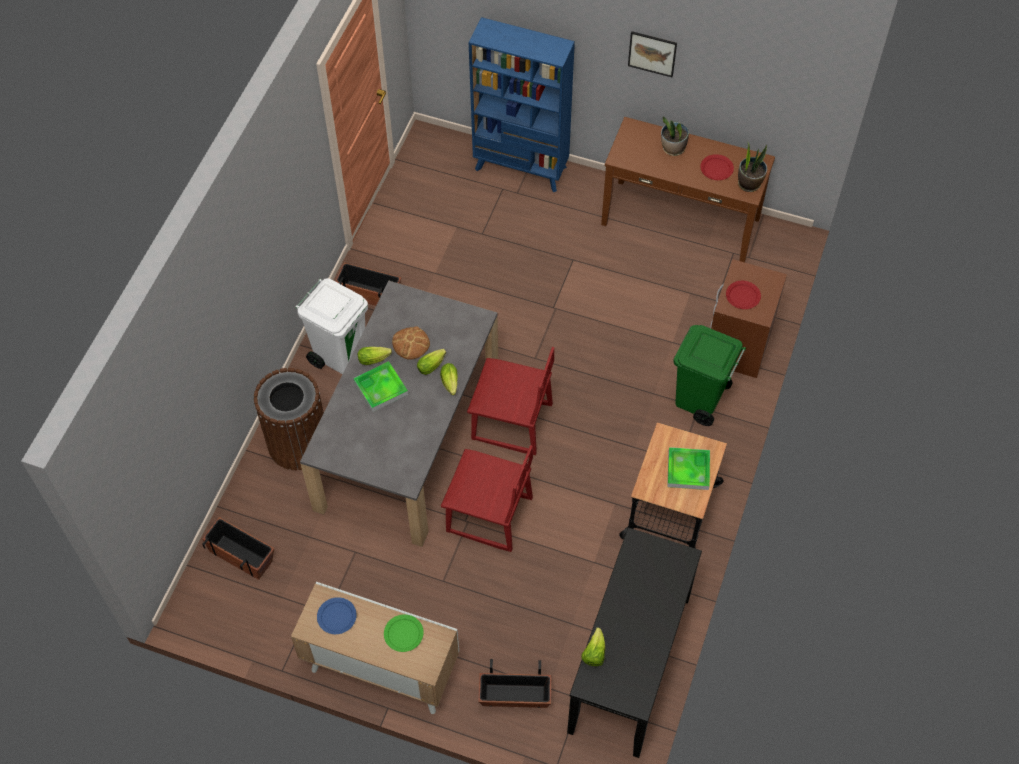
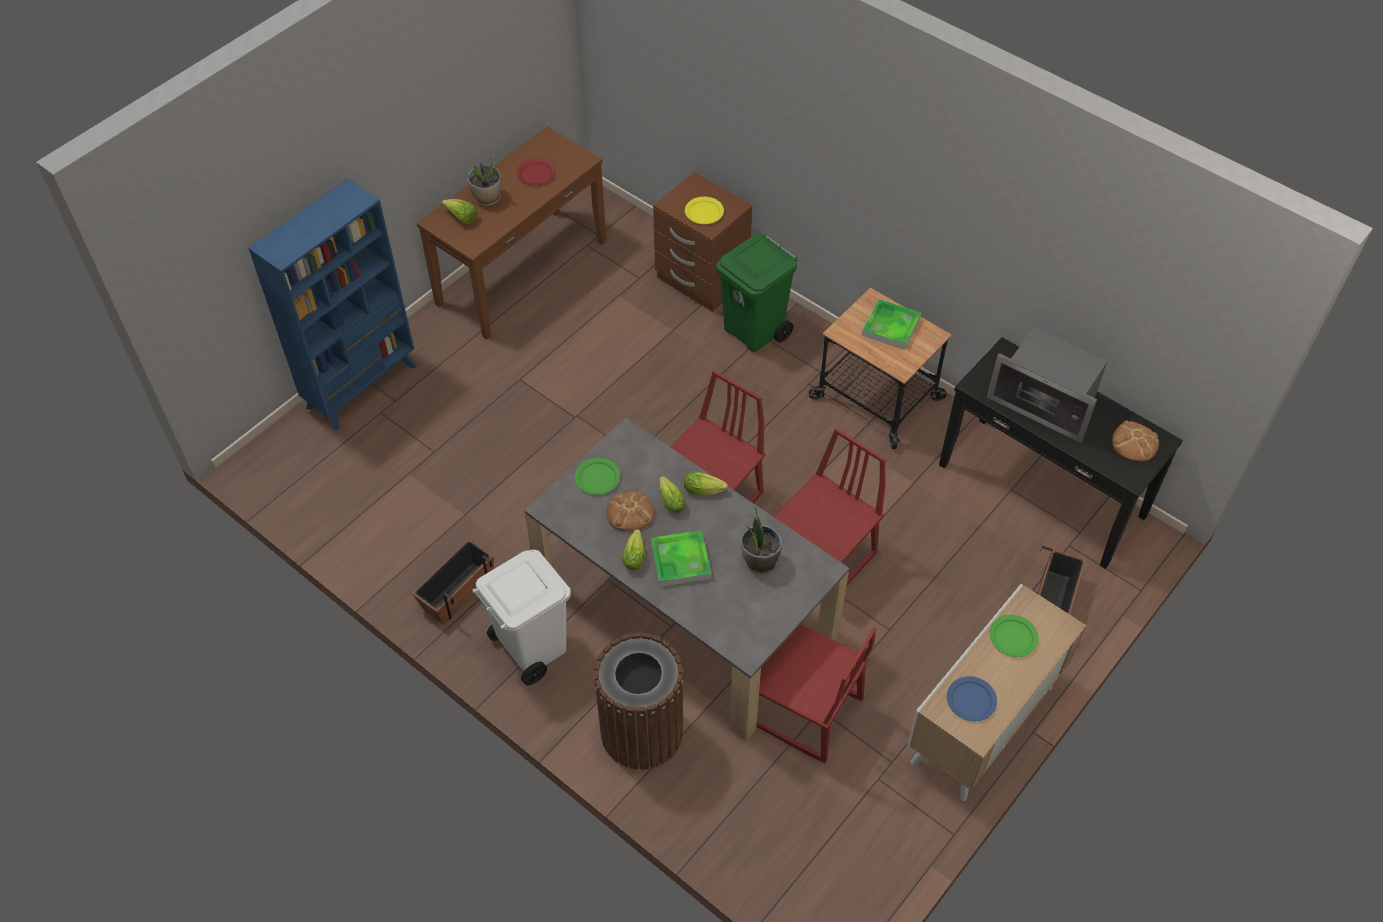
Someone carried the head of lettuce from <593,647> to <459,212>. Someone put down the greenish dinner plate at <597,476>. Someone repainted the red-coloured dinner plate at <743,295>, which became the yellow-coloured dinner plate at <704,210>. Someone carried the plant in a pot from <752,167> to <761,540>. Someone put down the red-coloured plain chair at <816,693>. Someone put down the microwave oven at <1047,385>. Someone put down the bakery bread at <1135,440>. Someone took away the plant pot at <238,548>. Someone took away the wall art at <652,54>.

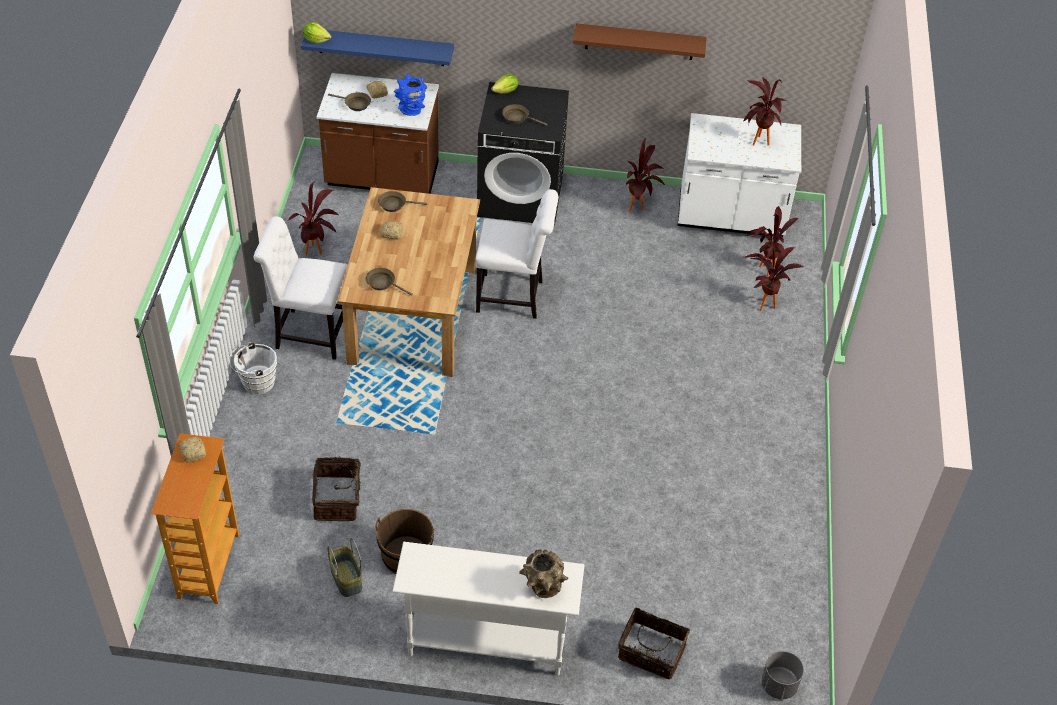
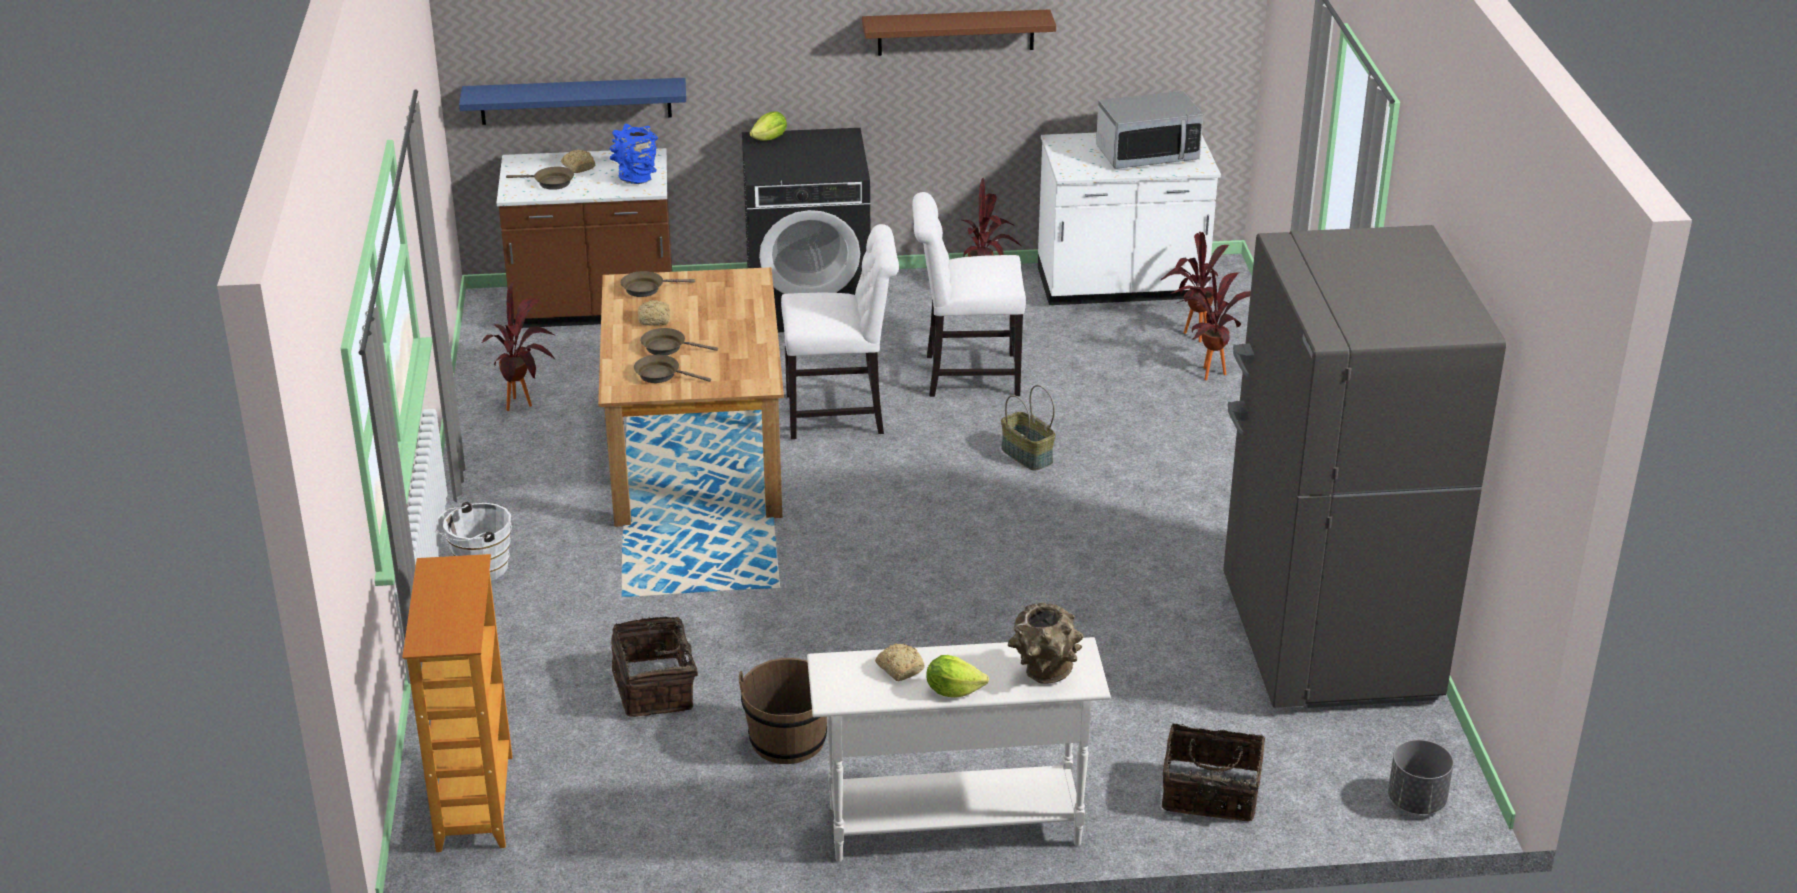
Someone carried the brownish skillet from <524,115> to <679,341>. Someone carried the bakery bread from <192,449> to <900,662>. Someone carried the white-coloured plain chair from <301,288> to <969,294>. Someone carried the head of lettuce from <317,32> to <957,676>. Someone carried the basket from <345,567> to <1028,427>. Someone swapped the plant in a pot at <764,111> for the microwave oven at <1149,130>. Someone put down the grey kitchen fridge at <1364,466>.

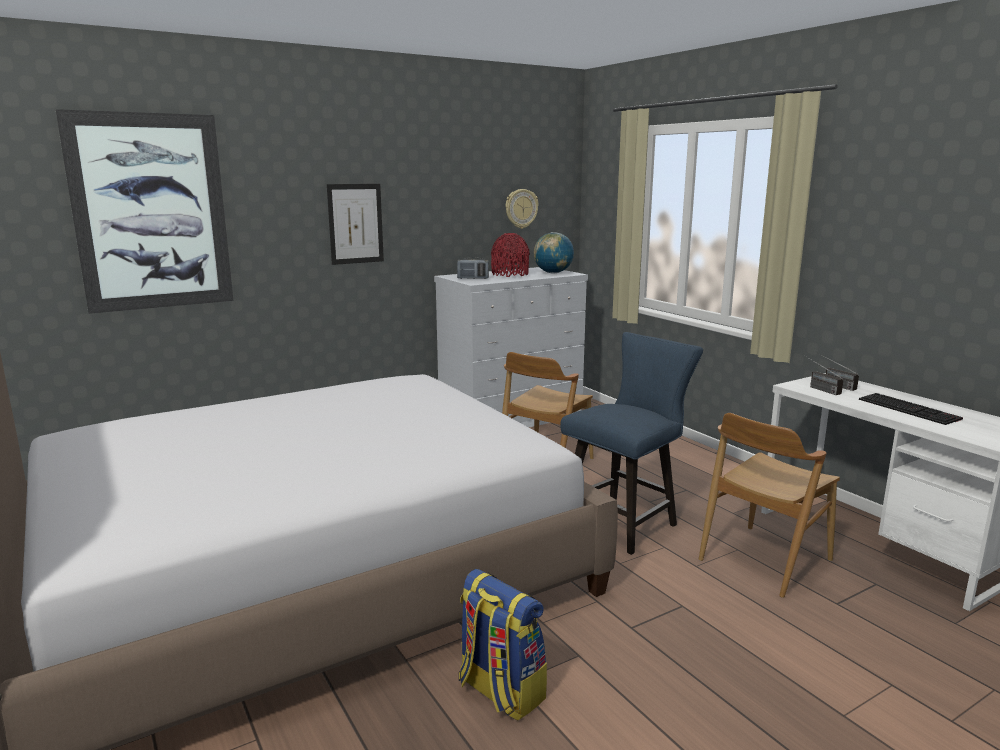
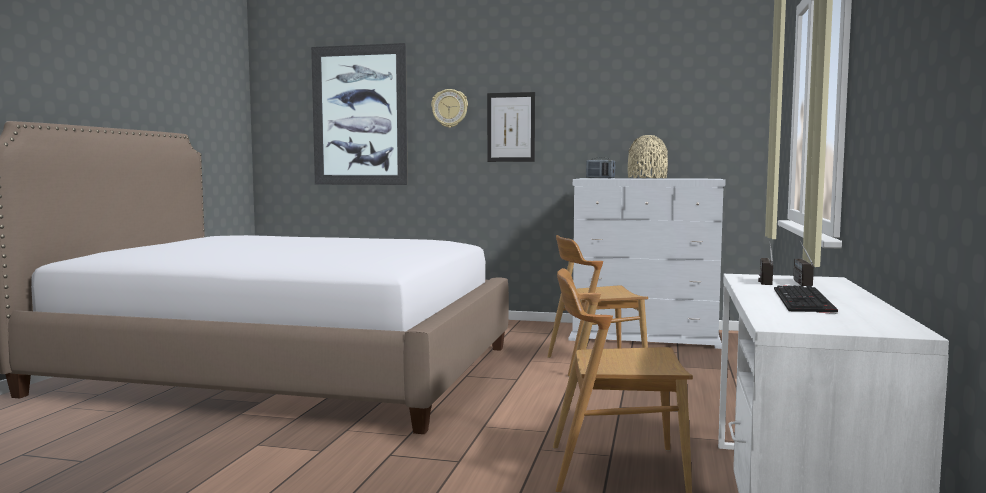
Someone carried the clock on the wall from <522,209> to <449,108>. Someone repainted the red-coloured vase at <510,255>, which became the beige-coloured vase at <648,156>. Someone took away the rucksack at <503,645>. Someone took away the desk globe at <554,252>. Someone took away the blue plain chair at <632,443>.

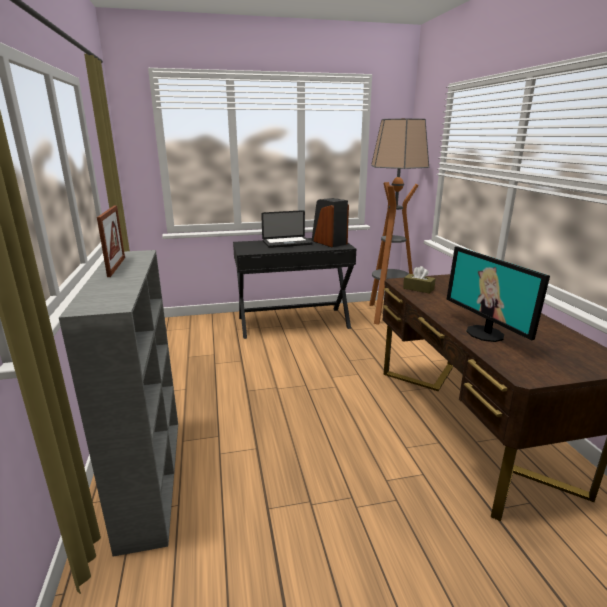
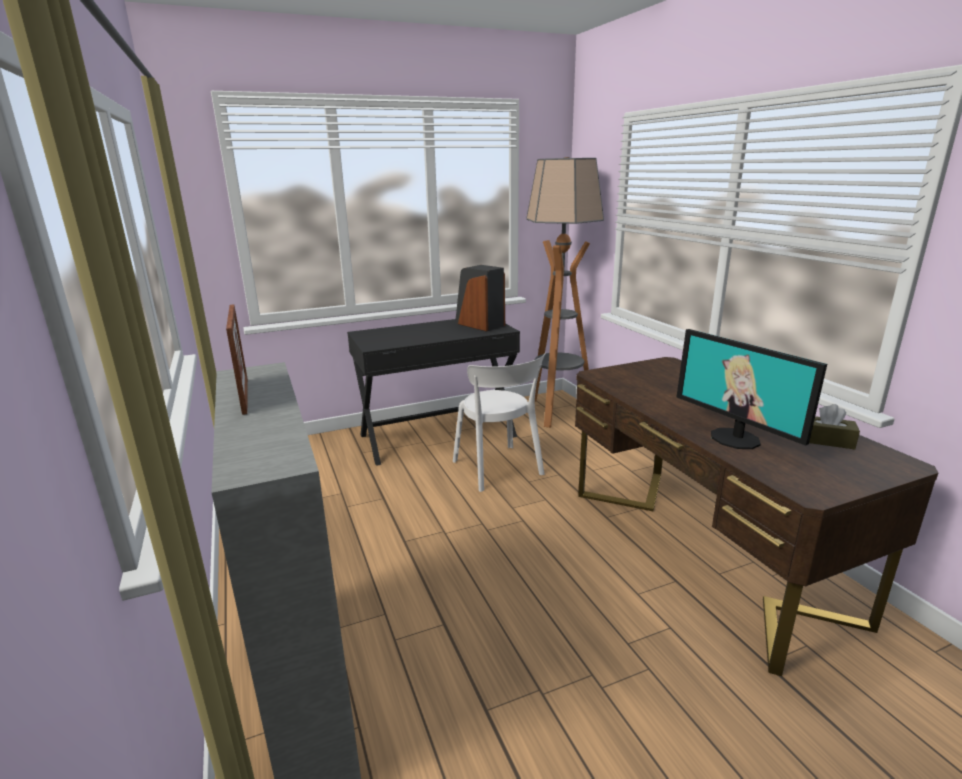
Someone put down the white-coloured plain chair at <499,422>. Someone carried the brownish box of tissues from <419,280> to <834,426>. Someone took away the portable computer at <286,229>.

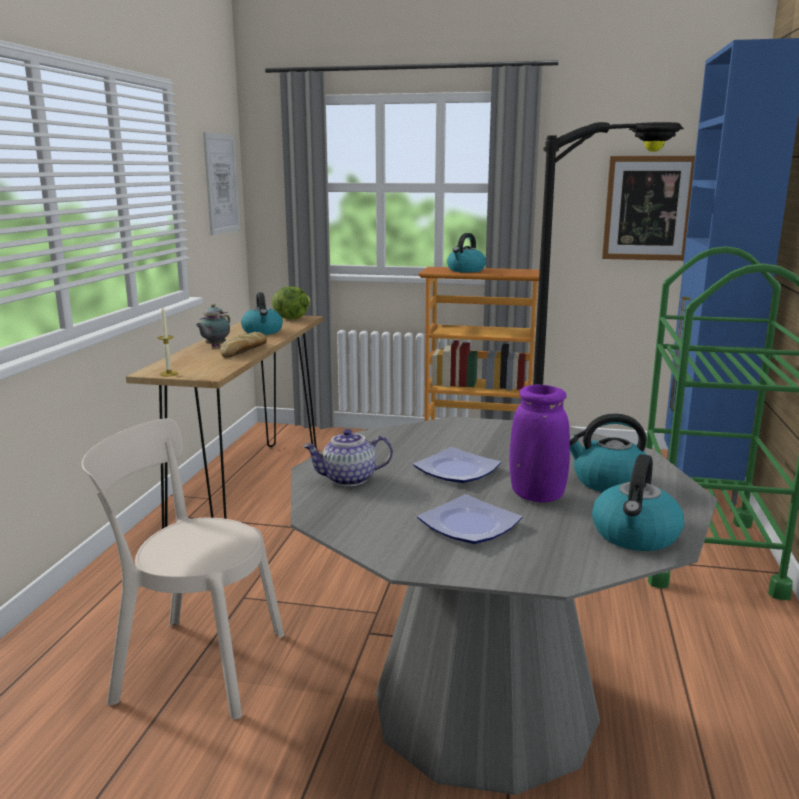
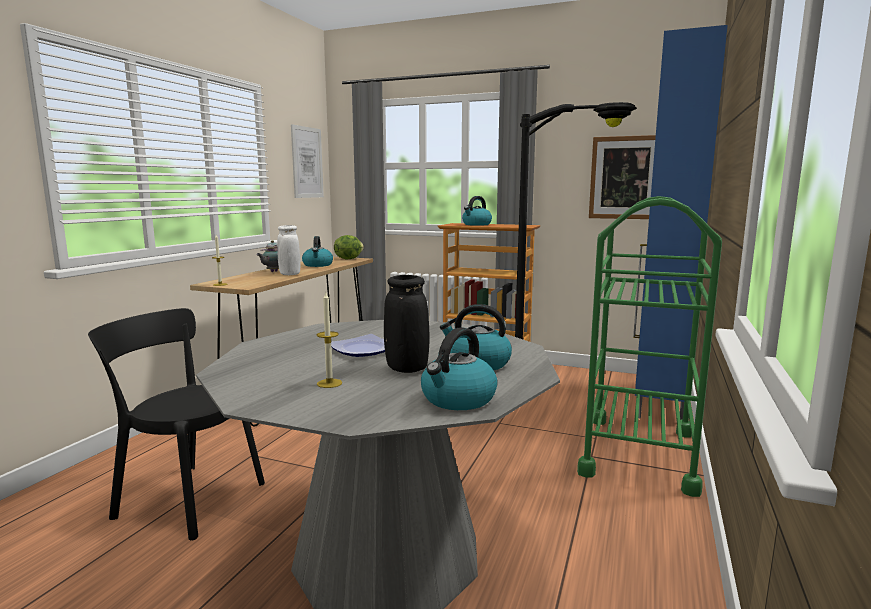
Someone repainted the beige-coloured plain chair at <183,568>, which became the black plain chair at <176,424>. Someone swapped the bakery bread at <243,345> for the white-coloured vase at <288,250>. Someone swapped the dinner plate at <469,519> for the wax candle at <329,340>. Someone repainted the purplish vase at <539,444>, which became the black vase at <407,324>. Someone took away the teapot at <348,458>.

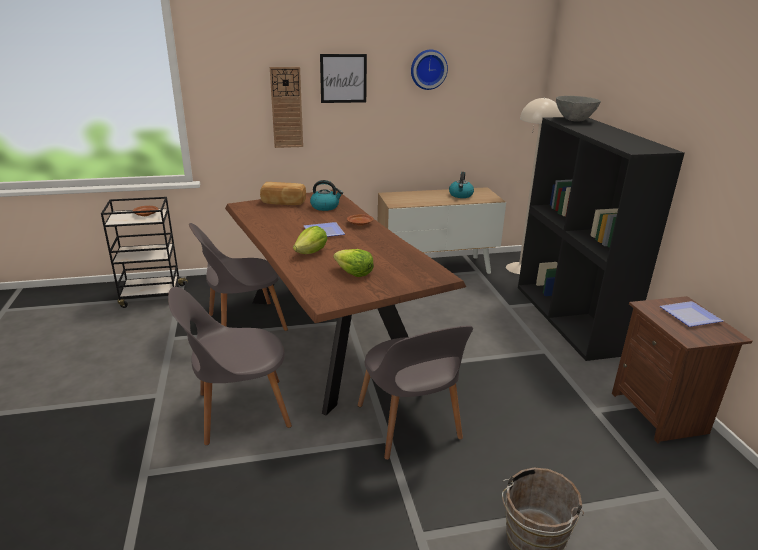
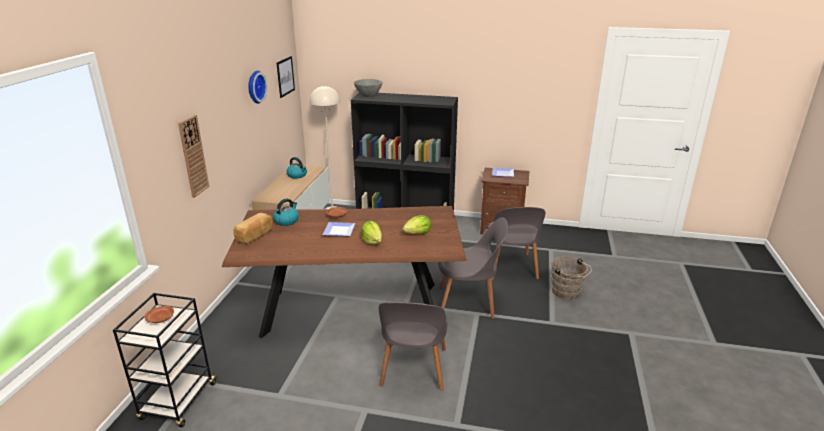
Someone carried the wall art from <343,78> to <286,77>. Someone carried the grey plain chair from <238,277> to <517,243>.

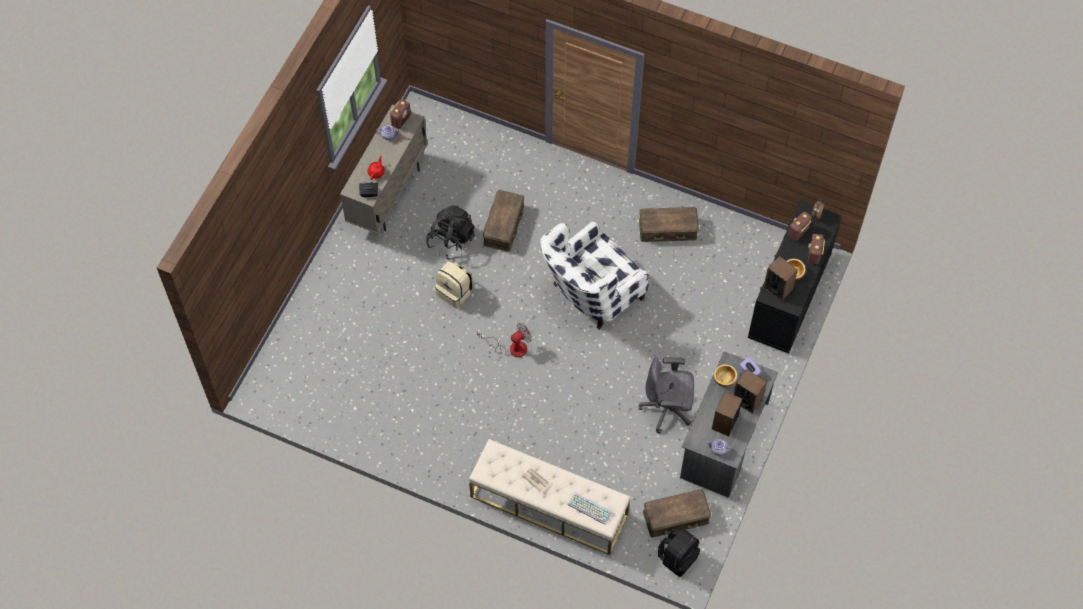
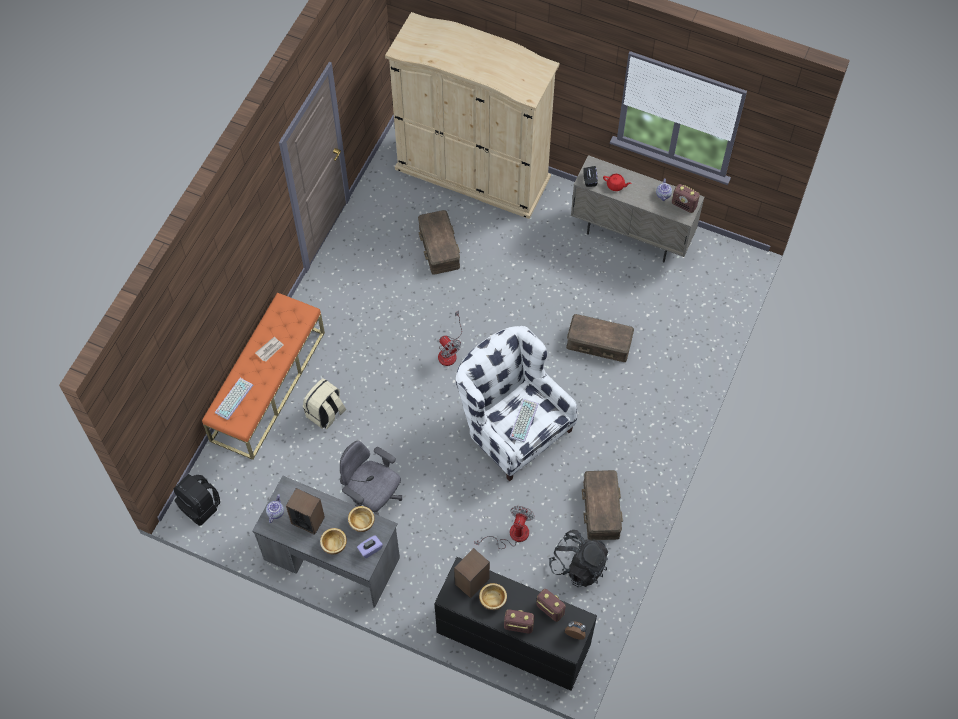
Someone repainted the beige-coloured bench at <549,497>, which became the orange bench at <263,376>. Someone carried the beige-coloured rucksack from <454,285> to <324,403>. Someone swapped the audio speaker at <750,391> for the serving bowl at <333,541>. Someone rotated the grey desk chair at <666,395> by 60 degrees counterclockwise. Someone put down the beige-coloured wardrobe at <472,115>. Someone carried the brownish storage box from <677,513> to <439,242>. Someone put down the cooling fan at <504,527>. Someone put down the keyboard at <524,421>. Someone carried the black rucksack from <450,232> to <578,558>.

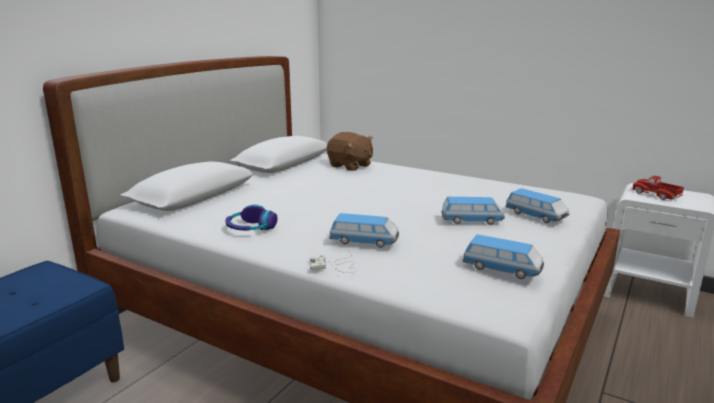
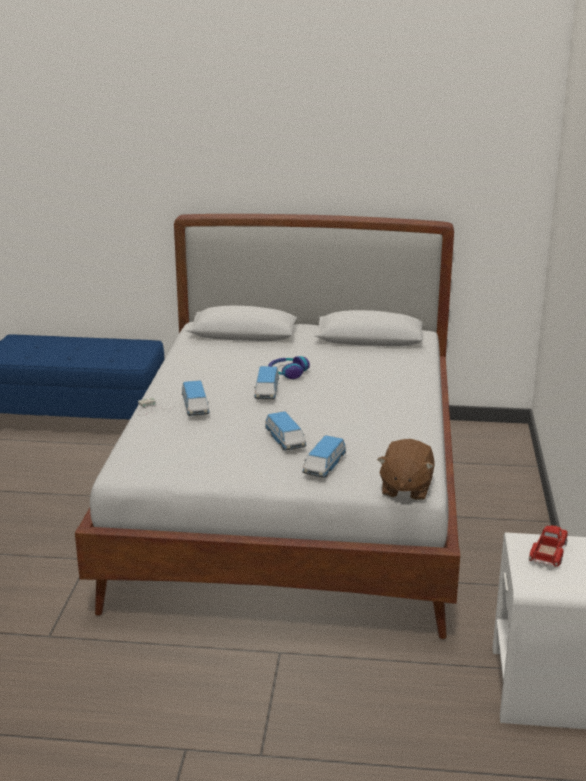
Someone carried the toy car from <503,256> to <266,383>. Someone carried the headset from <251,218> to <289,367>. Someone carried the brownish soft toy from <350,151> to <406,470>.

